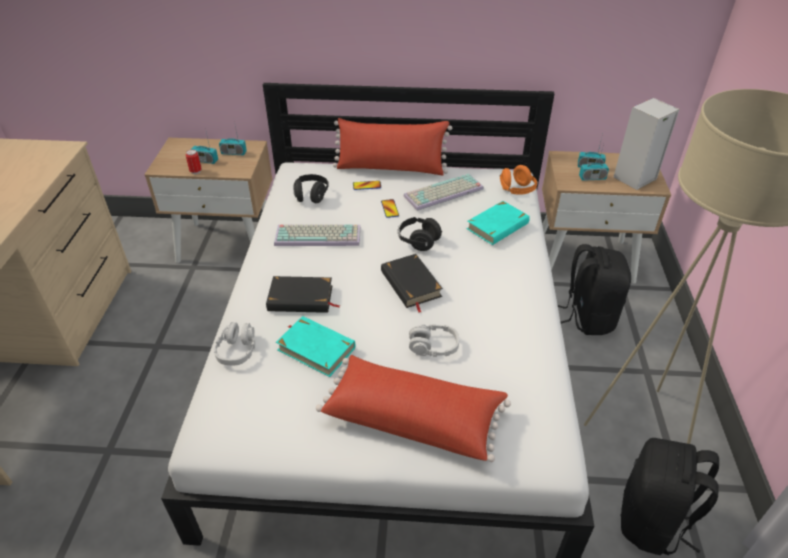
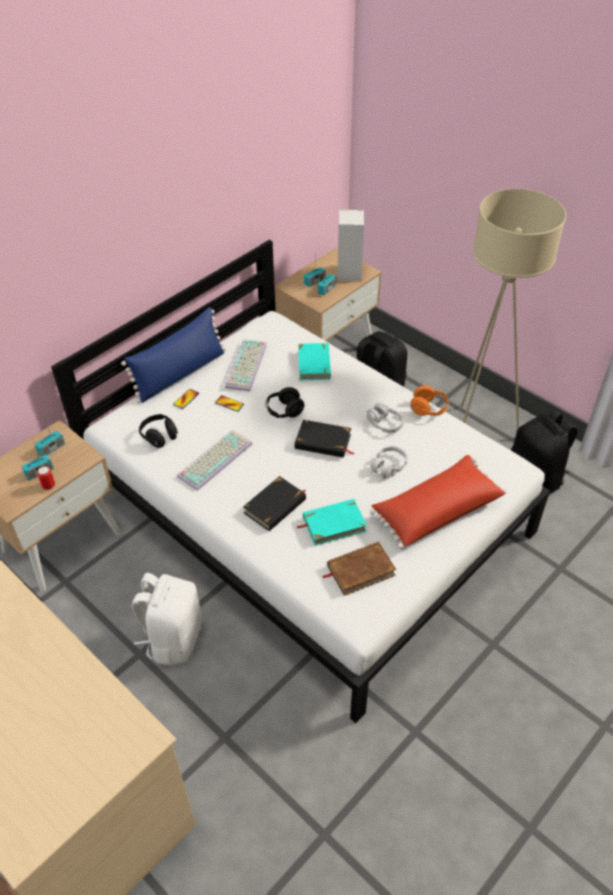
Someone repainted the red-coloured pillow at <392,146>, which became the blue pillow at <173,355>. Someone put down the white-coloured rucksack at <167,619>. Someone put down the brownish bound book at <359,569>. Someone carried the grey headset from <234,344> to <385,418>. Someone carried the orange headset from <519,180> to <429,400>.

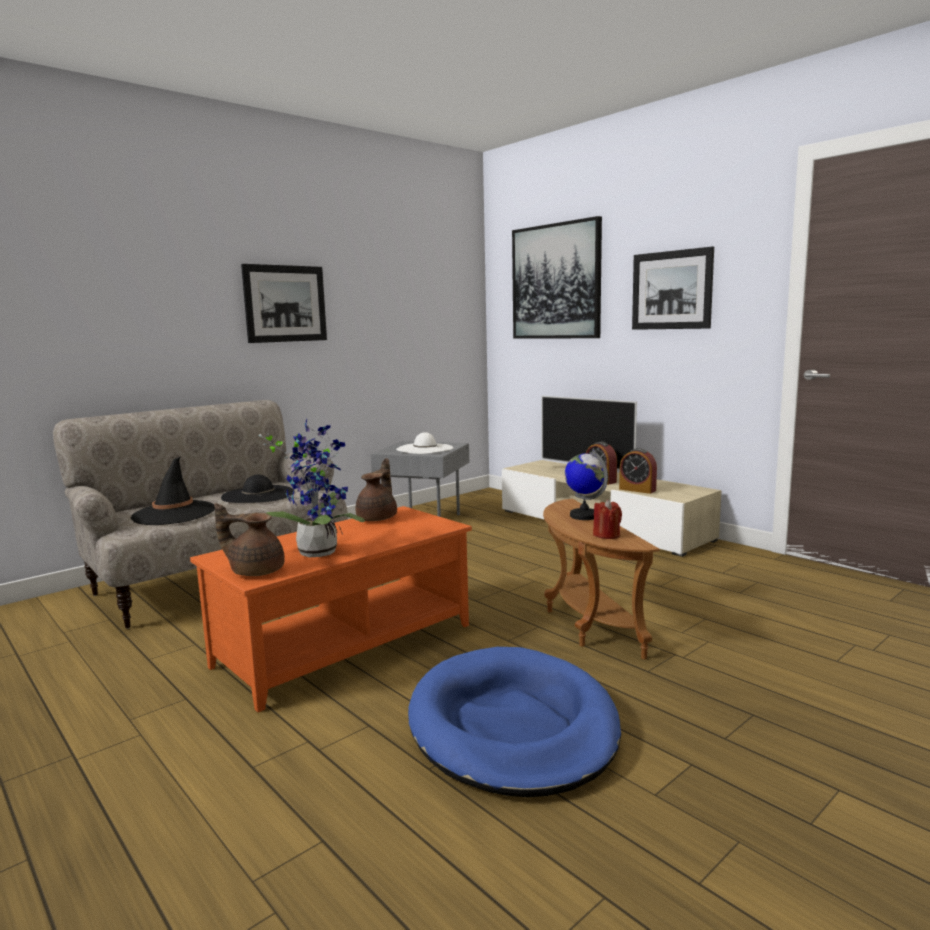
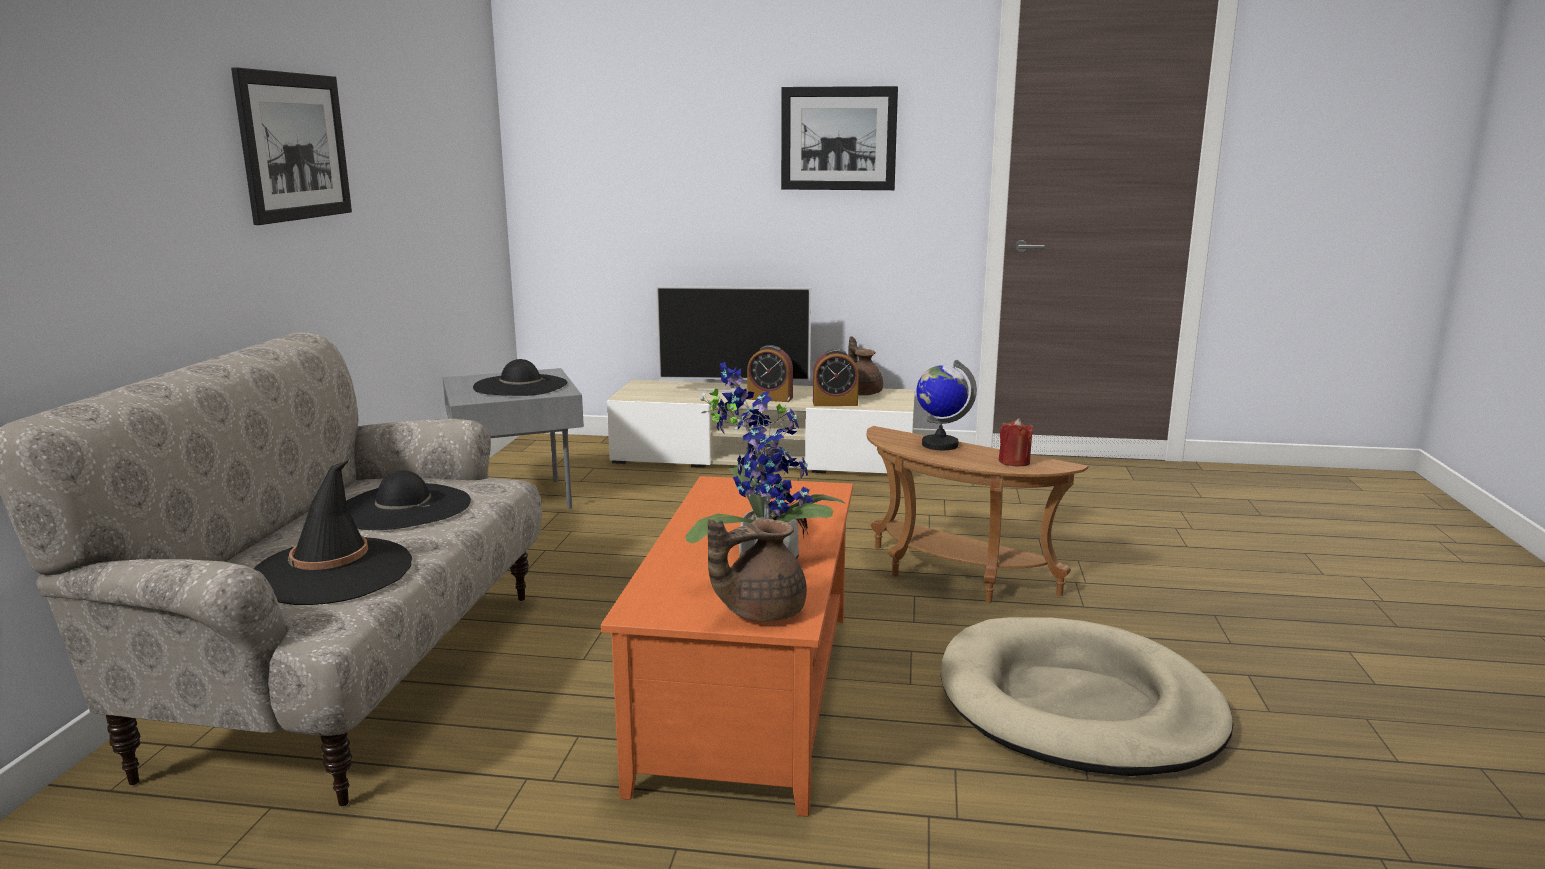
Someone repainted the white-coloured wearable hat at <425,443>, which became the black wearable hat at <520,377>. Someone carried the brownish teapot from <376,489> to <865,366>. Someone repainted the blue dog bed at <514,722>, which became the beige-coloured dog bed at <1087,696>. Someone took away the wall art at <557,277>.

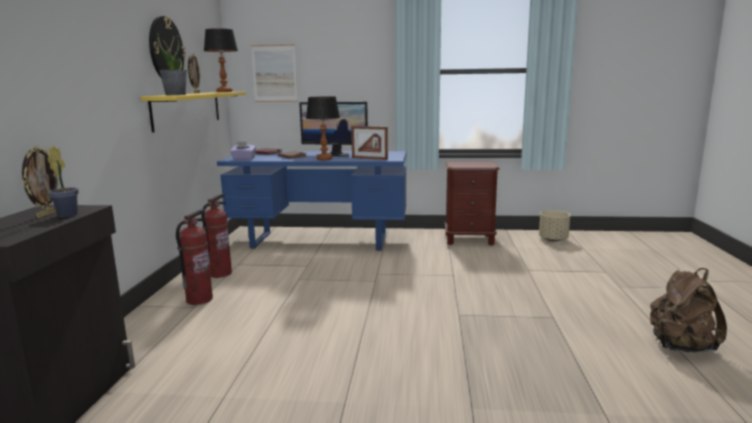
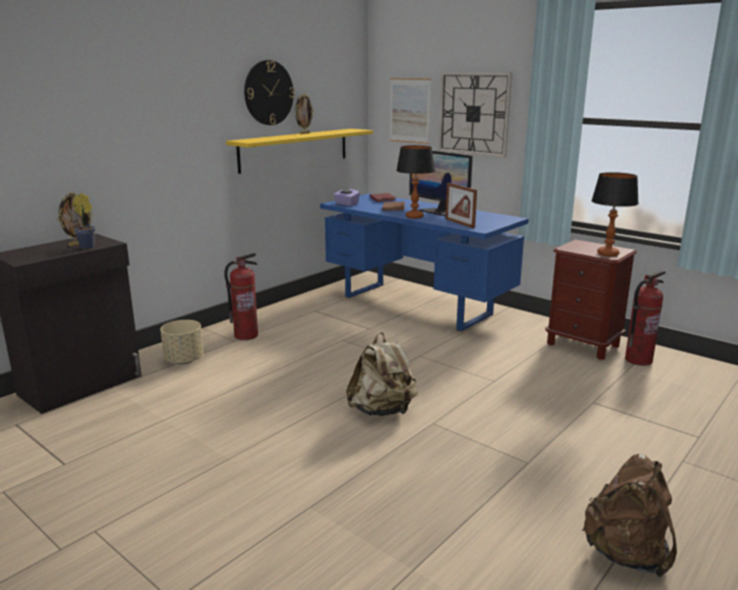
Someone carried the beige-coloured plant pot from <554,226> to <182,342>. Someone put down the beige-coloured rucksack at <382,374>. Someone put up the clock on the wall at <475,114>. Someone carried the table lamp from <221,60> to <615,214>. Someone carried the fire-fighting cylinder from <216,236> to <645,318>. Someone took away the plant in a pot at <172,64>.

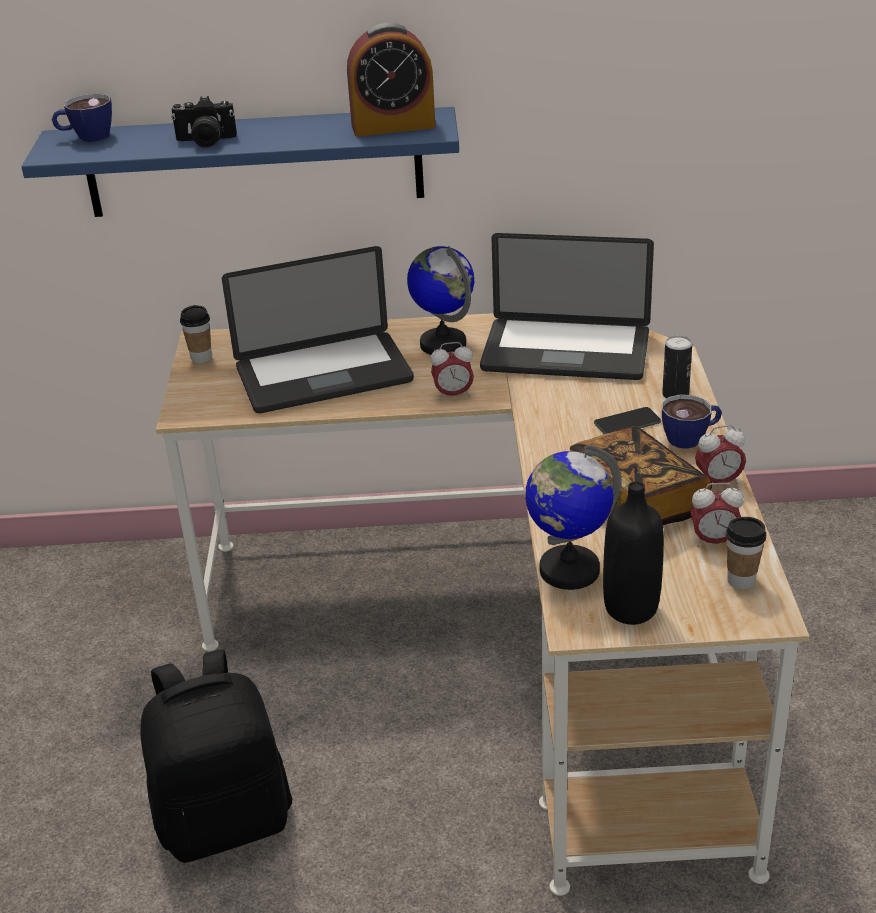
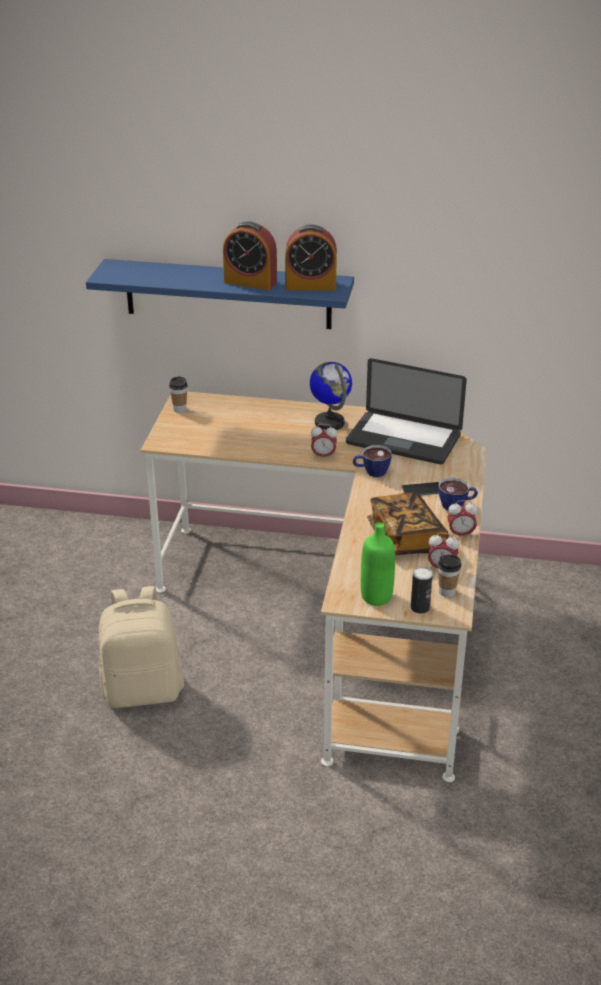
Someone repainted the black rucksack at <216,756>, which became the beige-coloured rucksack at <141,647>. Someone put down the bedside clock at <250,255>. Someone carried the small cup from <82,117> to <372,461>. Someone repainted the black drink bottle at <633,553>, which became the greenish drink bottle at <378,564>. Someone carried the sealed can from <677,367> to <422,590>. Someone took away the photo camera at <204,122>. Someone took away the portable computer at <318,329>. Someone took away the desk globe at <573,517>.

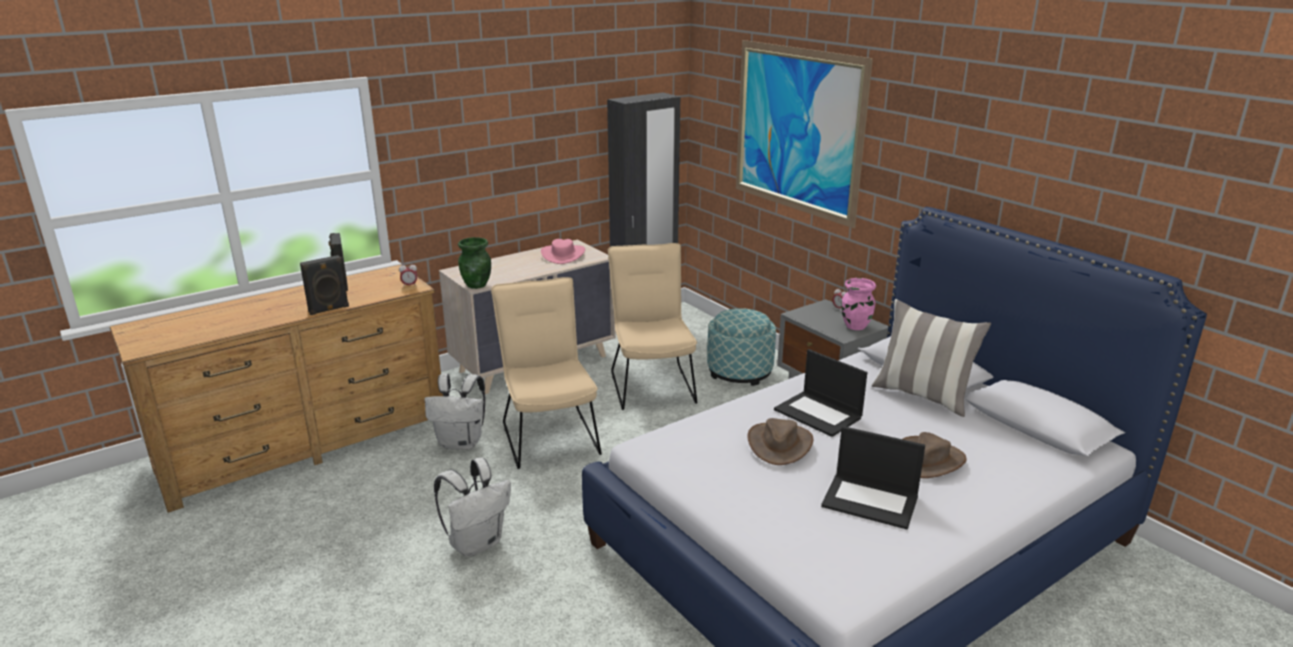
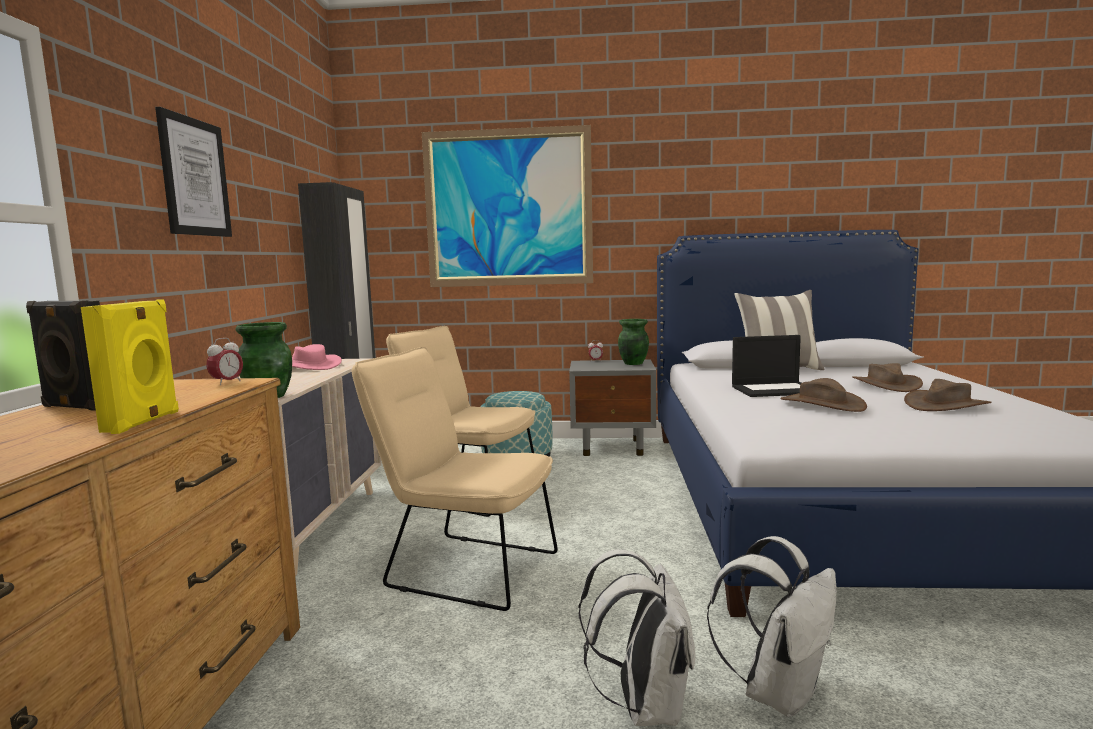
Someone repainted the black audio speaker at <324,285>, which became the yellow-coloured audio speaker at <130,366>. Someone put up the wall art at <193,172>. Someone repainted the pink-coloured vase at <858,304>, which became the greenish vase at <633,342>. Someone carried the white-coloured rucksack from <455,412> to <771,626>. Someone swapped the portable computer at <873,477> for the brownish wearable hat at <948,395>.

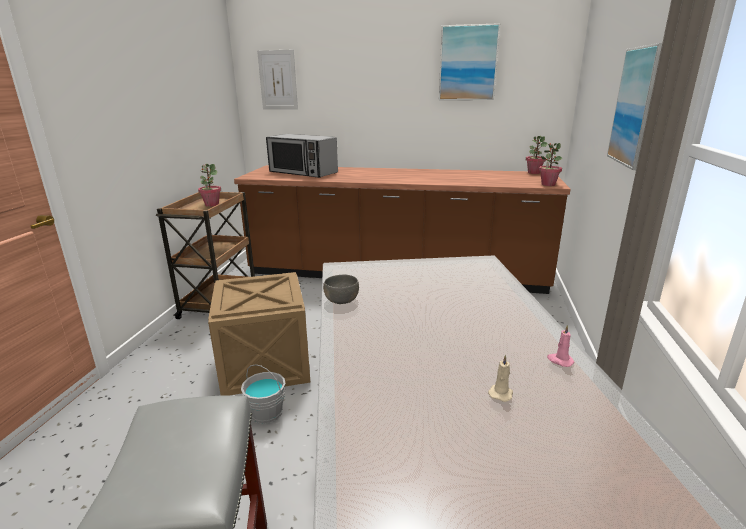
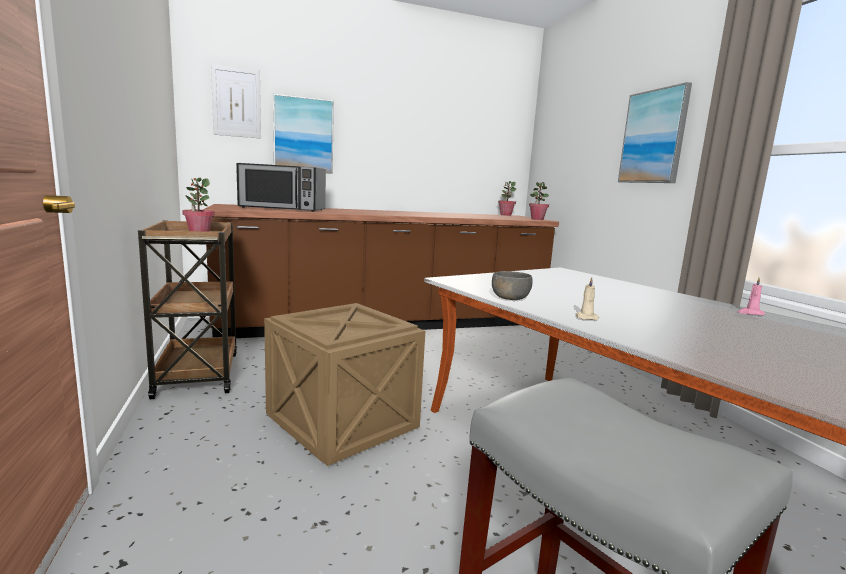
Someone carried the wall art from <469,61> to <303,134>. Someone carried the beige-coloured wax candle from <500,378> to <587,298>. Someone took away the grey water bucket at <263,394>.

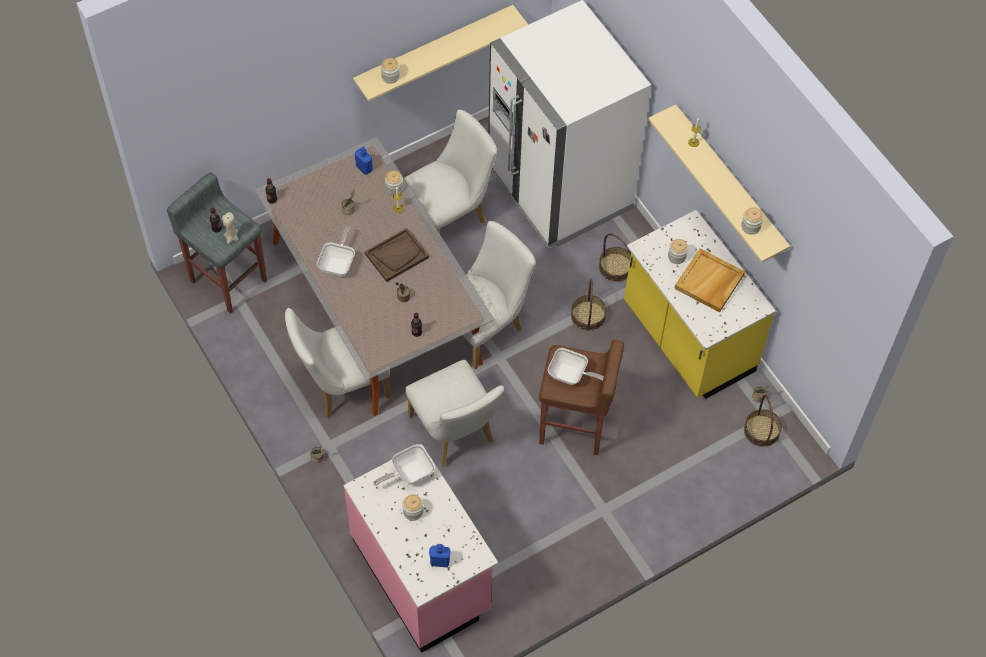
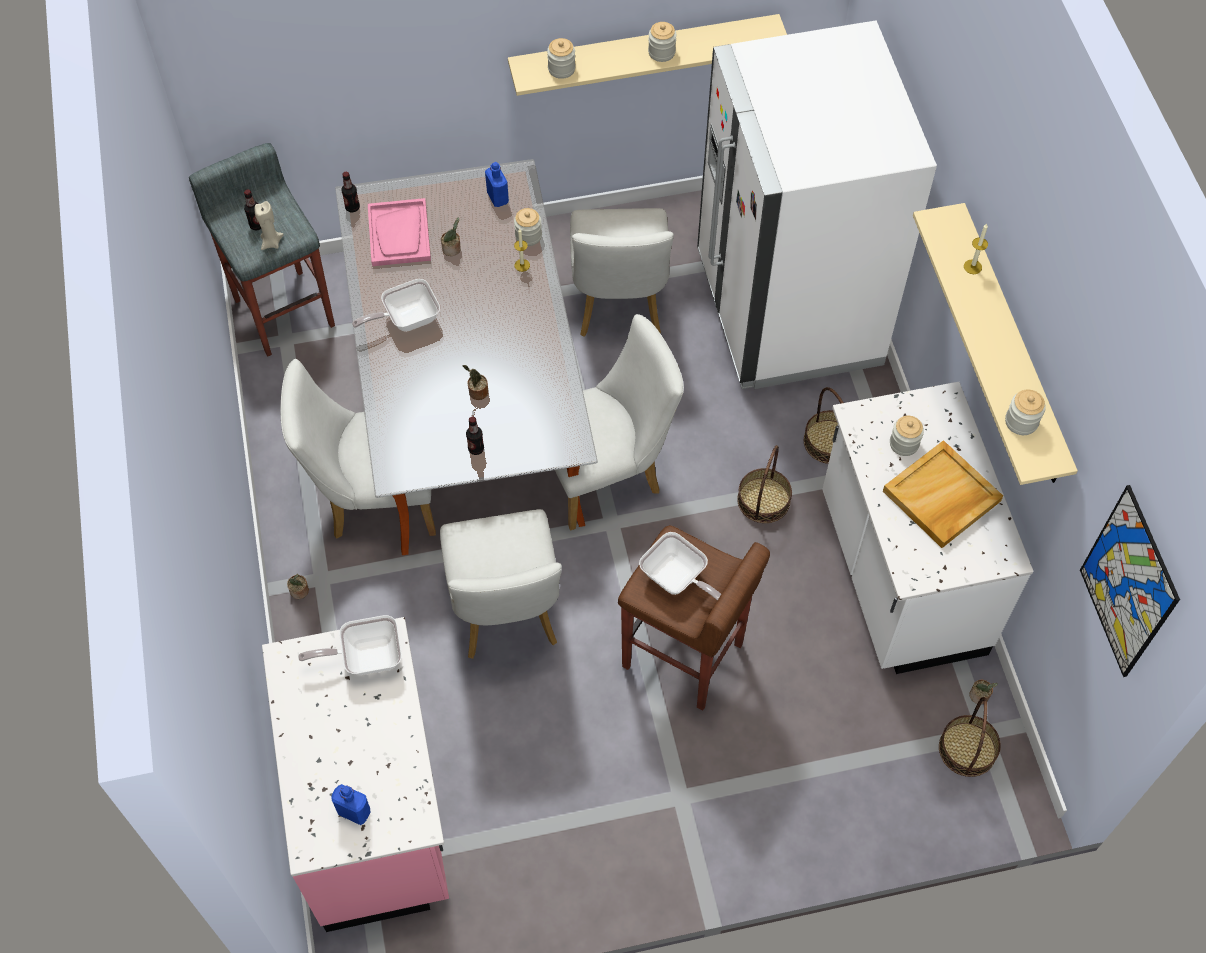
Someone rotated the skillet at <336,251> by 150 degrees counterclockwise. Someone put down the pink-coloured tray at <399,232>. Someone rotated the white-coloured plain chair at <450,170> by 105 degrees clockwise. Someone carried the jar from <413,507> to <662,42>. Someone repainted the yellow-coloured counter at <700,304>, which became the white-coloured counter at <928,528>. Someone put up the wall art at <1130,581>. Someone took away the brownish tray at <397,255>.

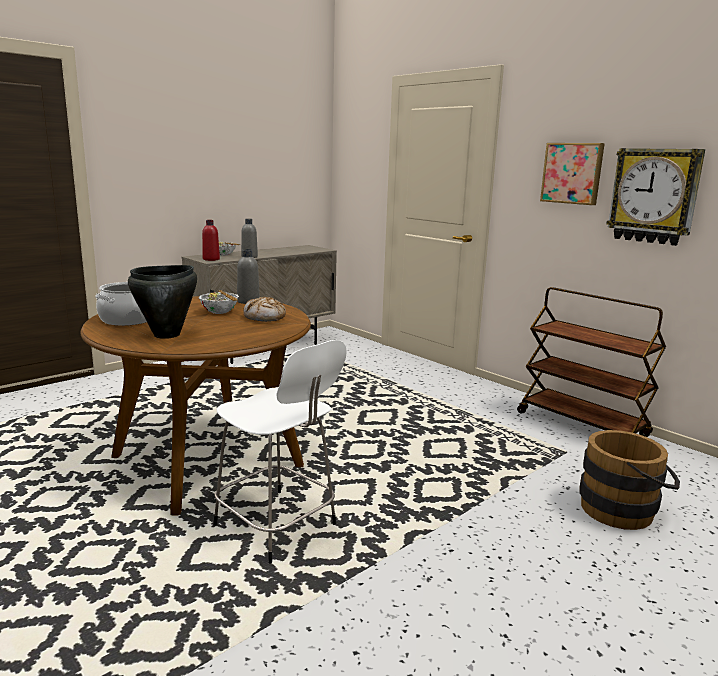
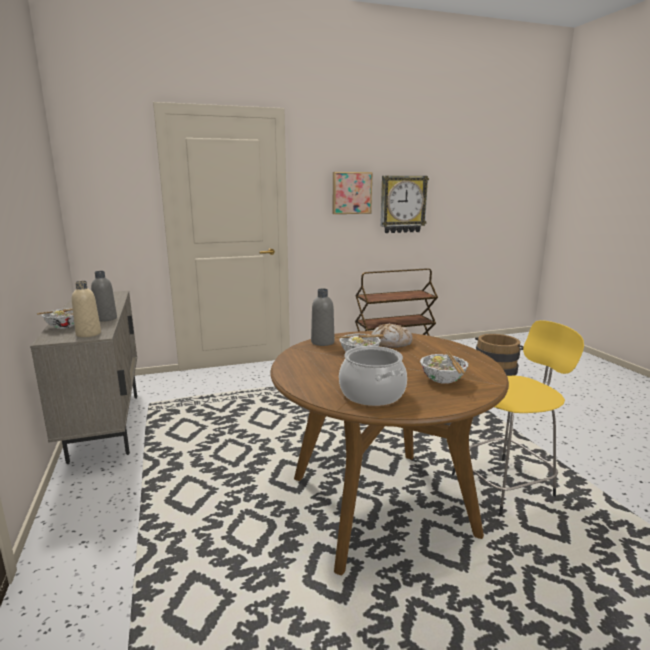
Someone repainted the red-coloured drink bottle at <211,240>, which became the beige-coloured drink bottle at <86,309>. Someone swapped the black stockpot at <162,302> for the serving bowl at <444,368>. Someone repainted the white-coloured stool at <280,452>, which became the yellow-coloured stool at <518,418>.

